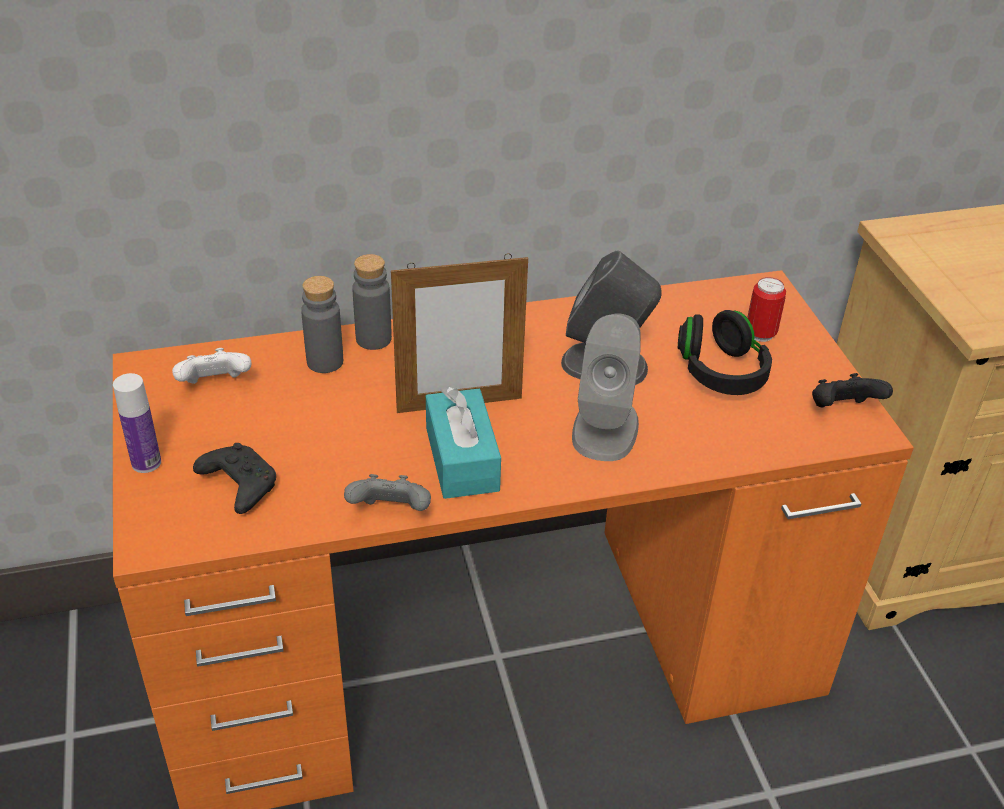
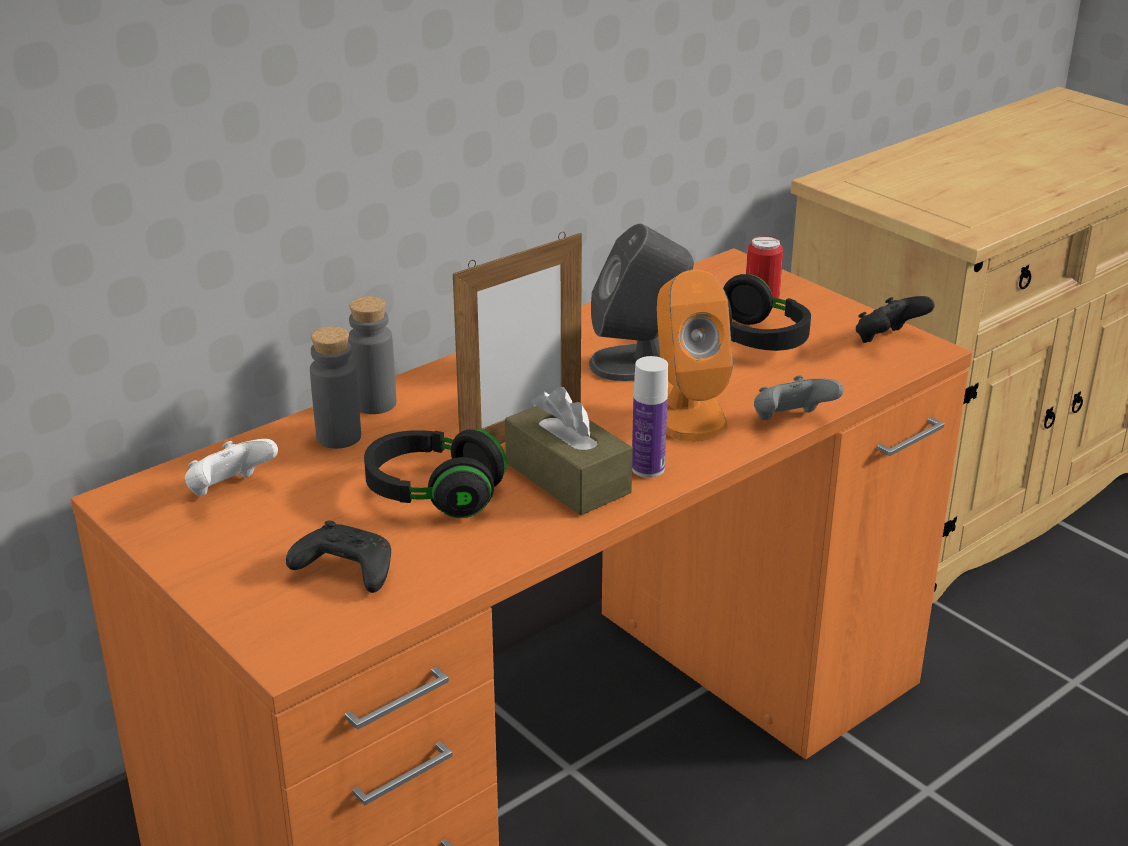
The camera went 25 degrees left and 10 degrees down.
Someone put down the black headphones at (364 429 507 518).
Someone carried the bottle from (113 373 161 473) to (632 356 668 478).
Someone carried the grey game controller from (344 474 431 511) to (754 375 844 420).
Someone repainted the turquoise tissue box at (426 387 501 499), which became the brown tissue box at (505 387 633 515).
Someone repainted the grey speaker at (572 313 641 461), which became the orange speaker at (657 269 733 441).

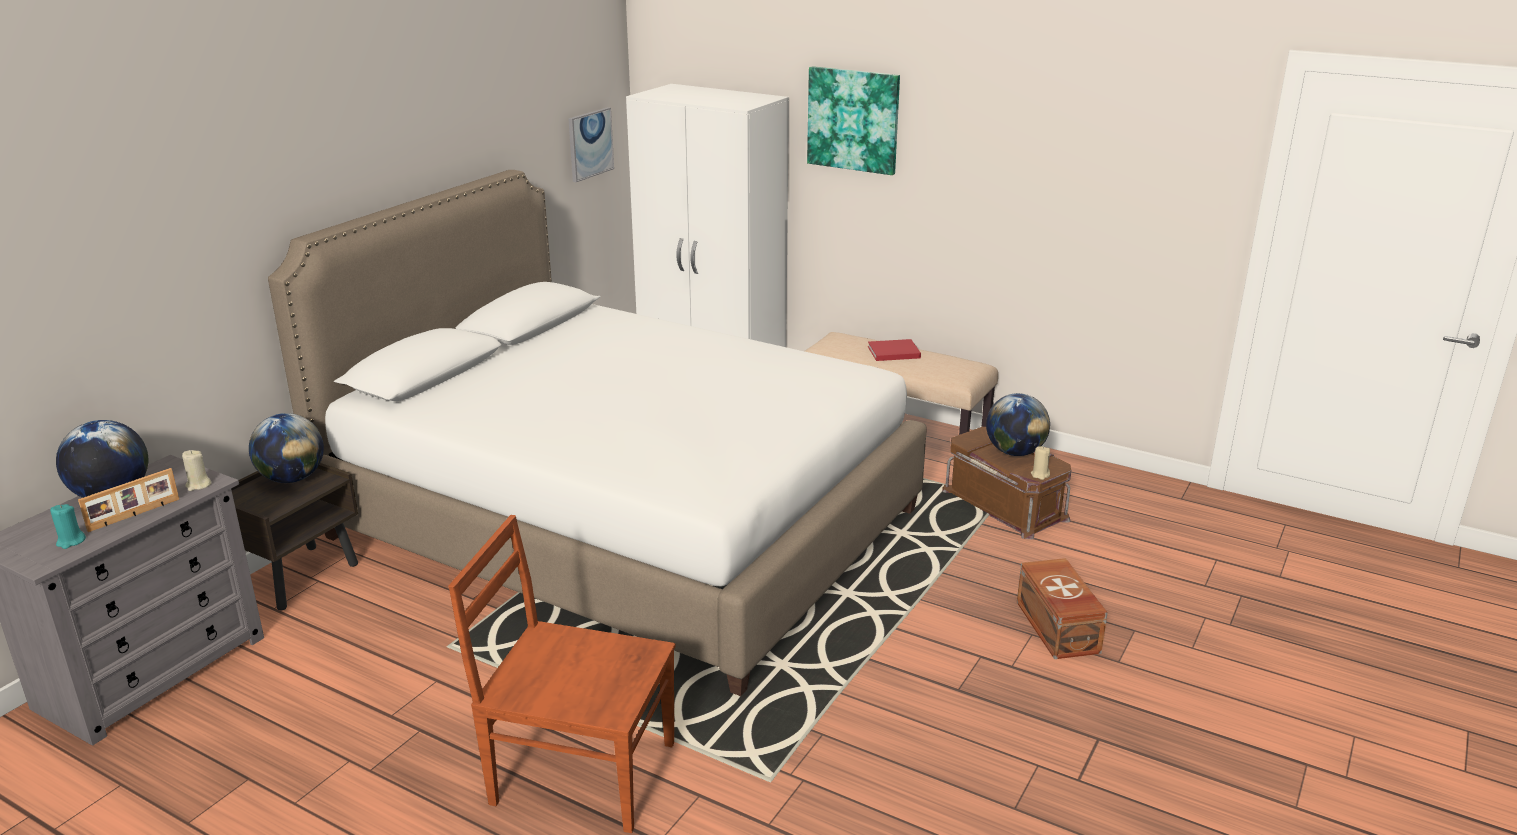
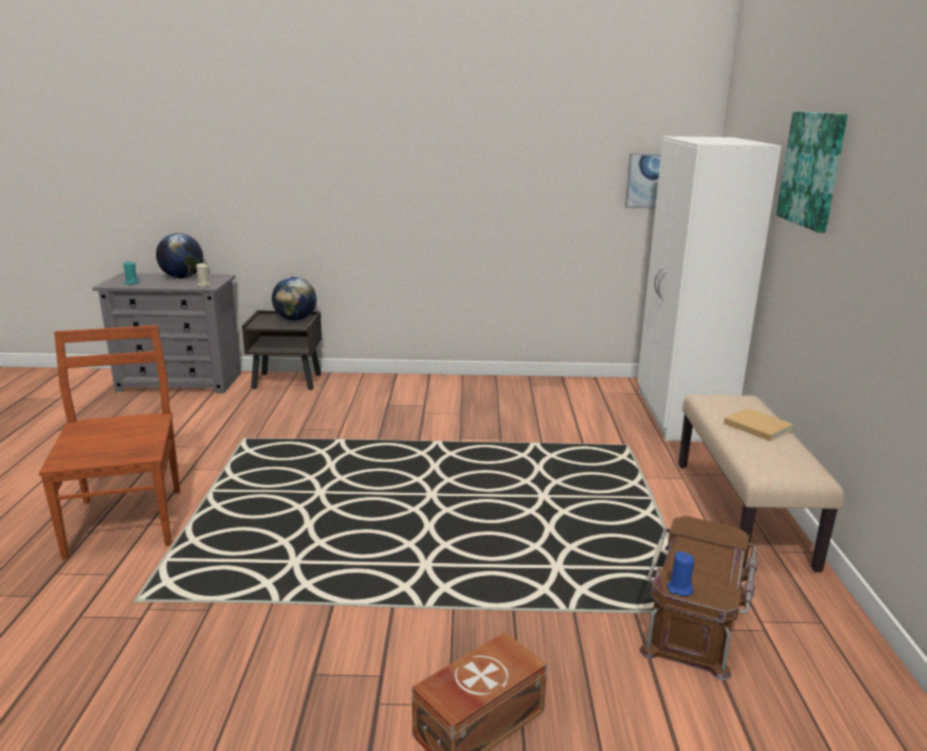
The camera went 60 degrees right and 5 degrees down.
Someone took away the picture frame at (78 468 179 532).
Someone took away the white bed at (268 170 927 696).
Someone took away the globe at (986 393 1050 456).
Someone repainted the red book at (868 339 921 361), which became the beige book at (724 408 794 441).
Someone repainted the beige candle at (1031 446 1050 480), which became the blue candle at (667 551 695 596).

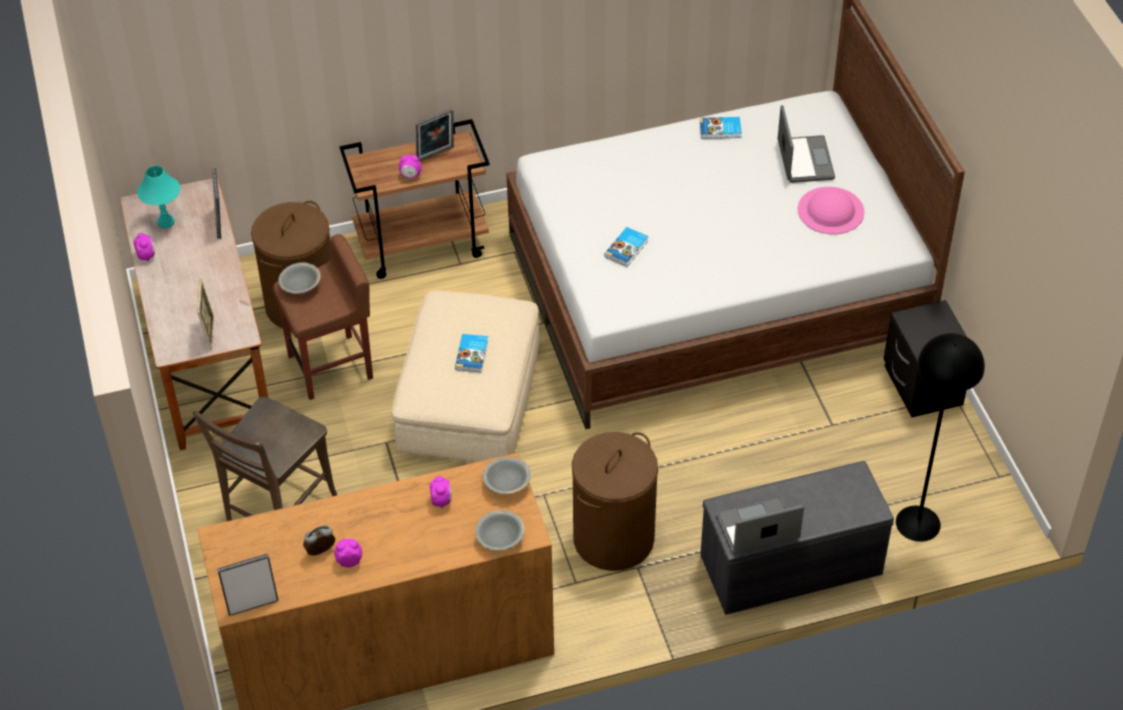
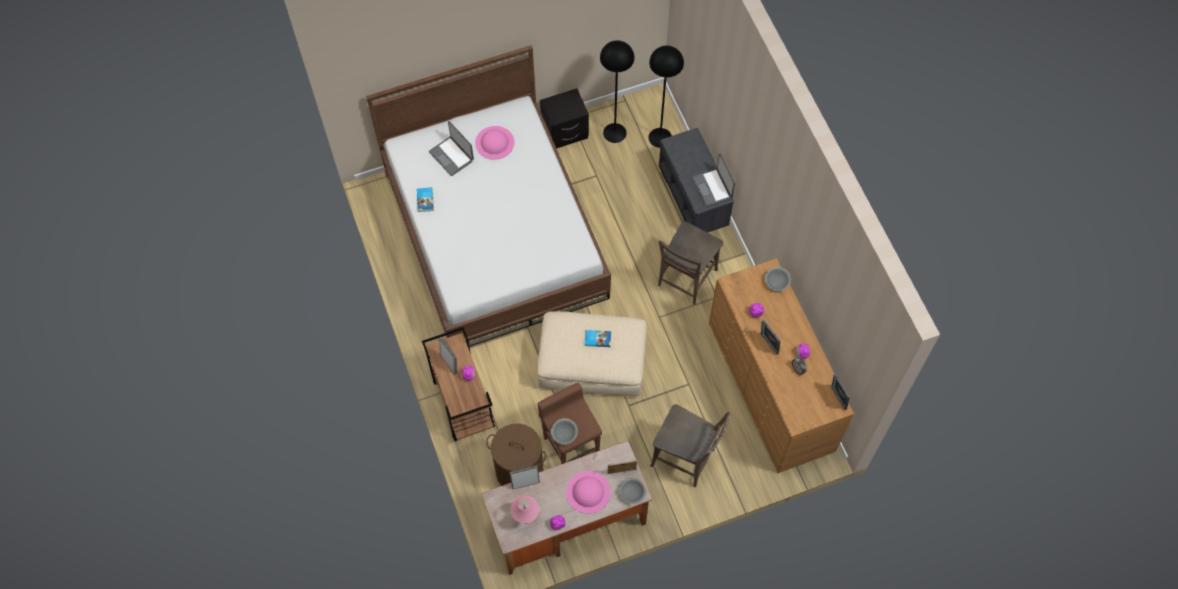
The camera went 95 degrees left and 15 degrees up.
Someone took away the book at (604 227 649 267).
Someone put down the pink hat at (566 471 611 514).
Someone put down the black floor lamp at (600 40 634 143).
Someone put down the picture frame at (761 320 781 354).
Someone carried the grey bowl from (483 457 531 494) to (618 477 646 504).
Someone swapped the brown laundry basket at (572 432 658 571) for the brown chair at (658 221 723 305).
Someone repainted the turquoise table lamp at (137 166 180 228), which became the pink table lamp at (510 496 539 524).
Someone rotated the laptop at (778 105 835 183) by 120 degrees counterclockwise.

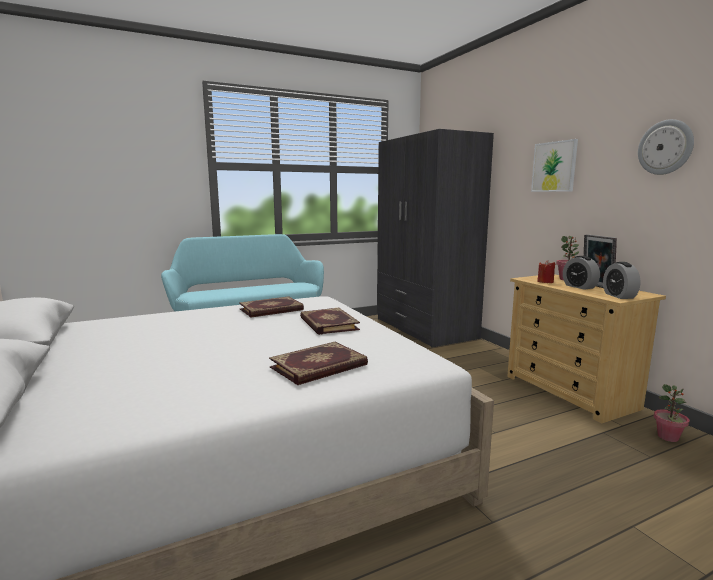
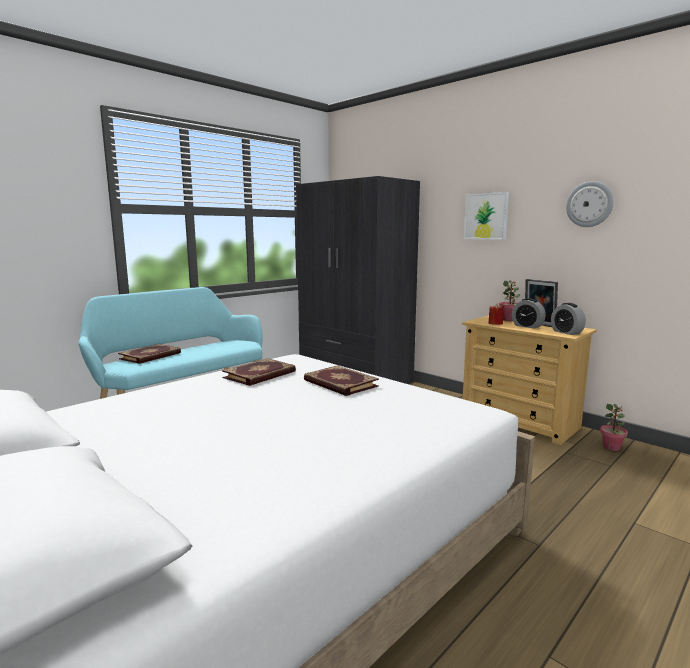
The camera went 20 degrees left and 0 degrees up.
Someone carried the book from (269 342 368 385) to (118 344 181 364).

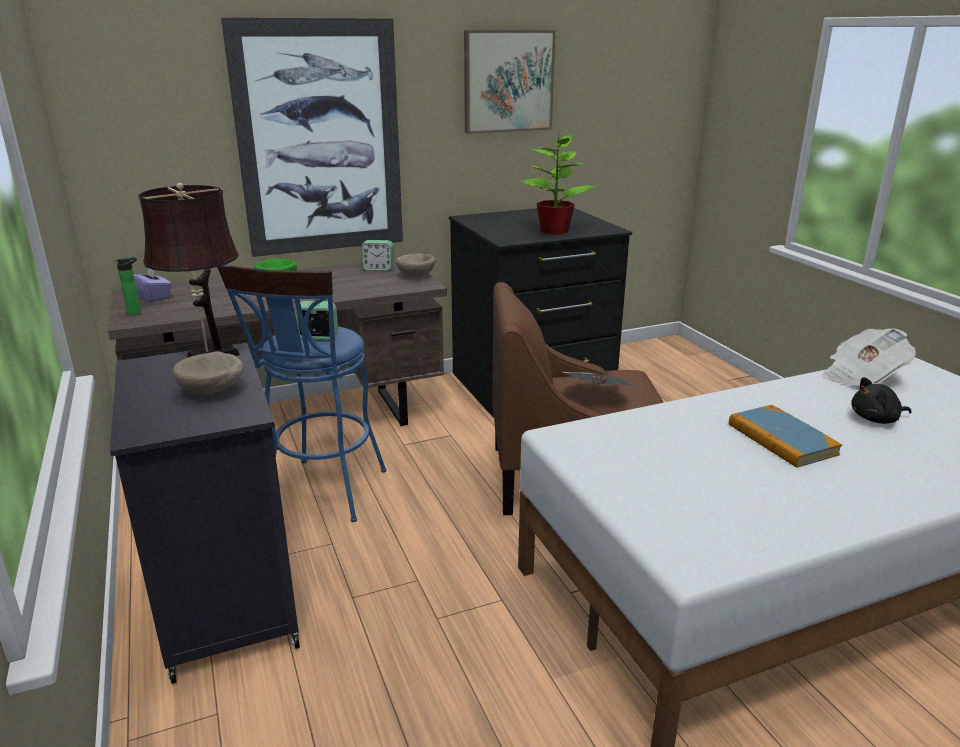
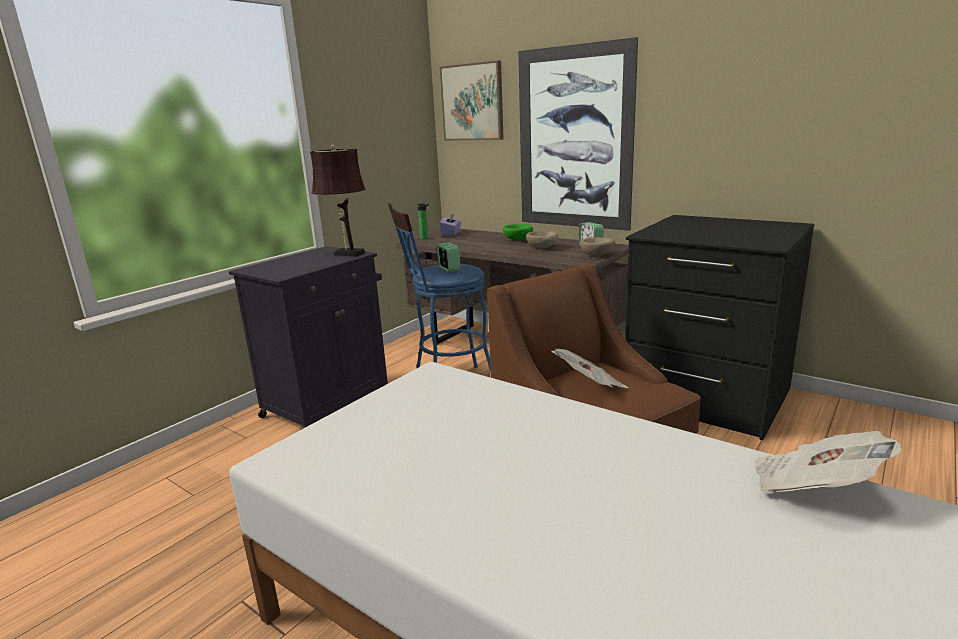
The camera went 60 degrees right and 5 degrees down.
Someone took away the potted plant at (520 132 597 235).
Someone took away the book at (729 405 842 468).
Someone took away the black plush toy at (851 377 912 424).
Someone carried the beige bowl from (173 351 243 394) to (526 231 558 249).
Someone carried the picture from (464 30 555 134) to (440 61 504 141).

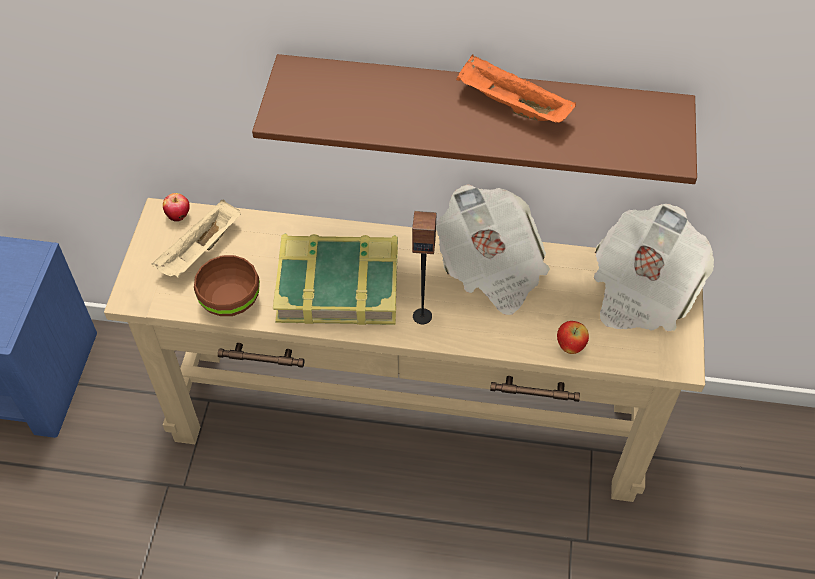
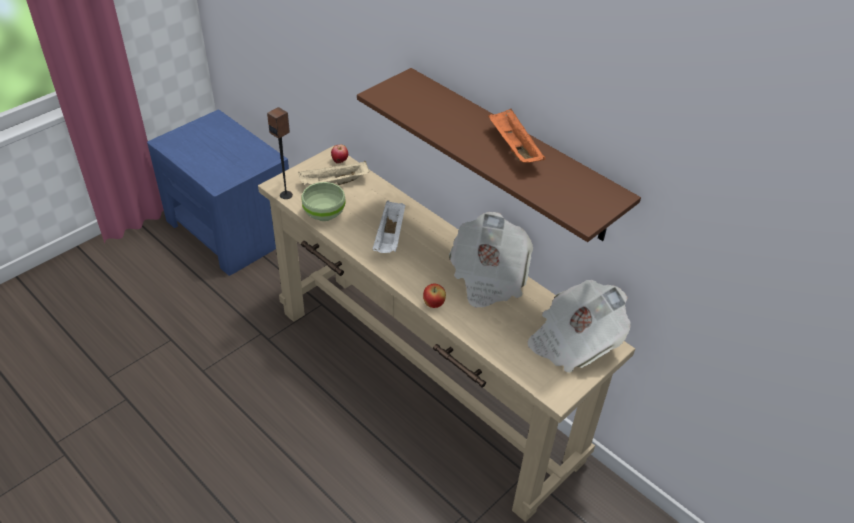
The camera went 35 degrees right and 10 degrees down.
Someone carried the speaker from (412 211 436 324) to (267 107 293 199).
Someone carried the apple from (557 321 589 354) to (423 284 446 308).
Someone swapped the book at (273 234 398 325) for the white tray at (372 200 405 253).
Someone repainted the brown bowl at (194 255 260 316), which became the green bowl at (301 182 346 221).

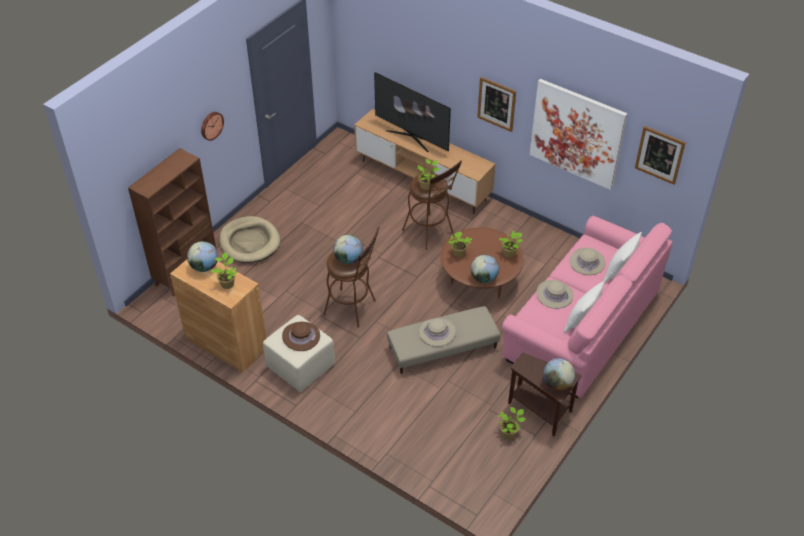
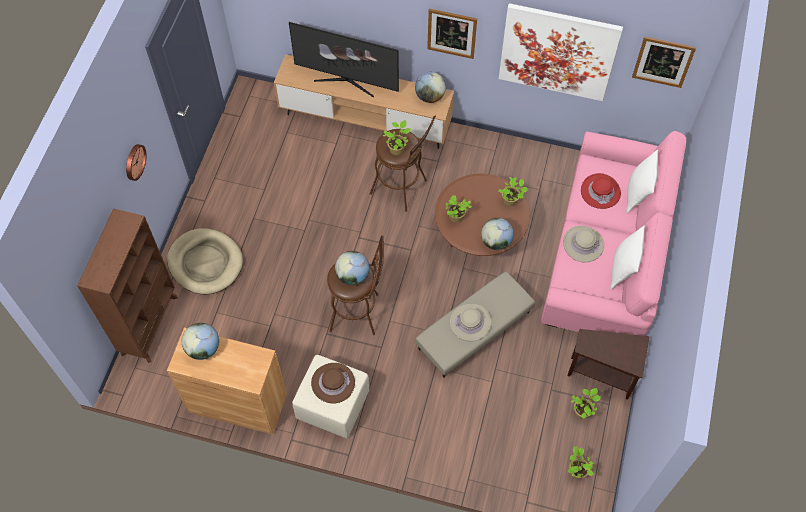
The camera went 20 degrees left and 15 degrees up.
Someone carried the potted plant from (211 252 237 289) to (568 446 594 479).
Someone carried the globe from (543 358 575 391) to (415 72 446 103).
Someone repainted the beige hat at (570 248 606 275), which became the red hat at (581 173 621 209).

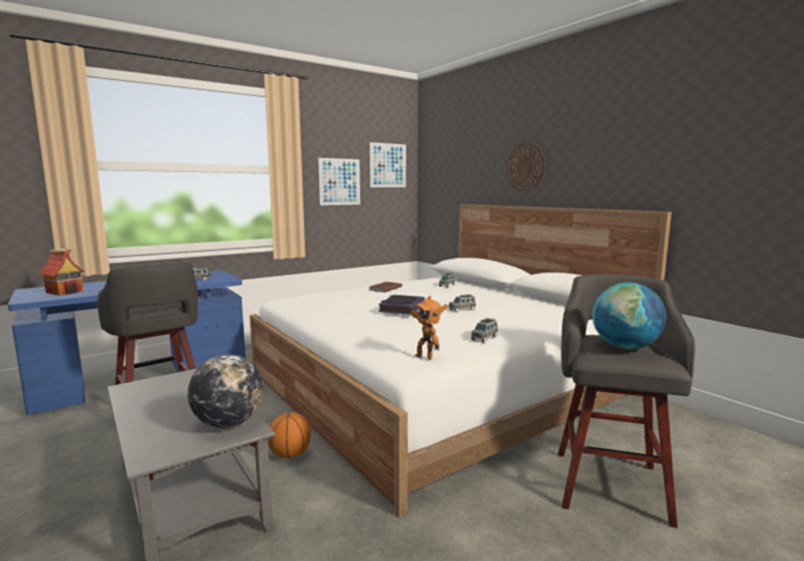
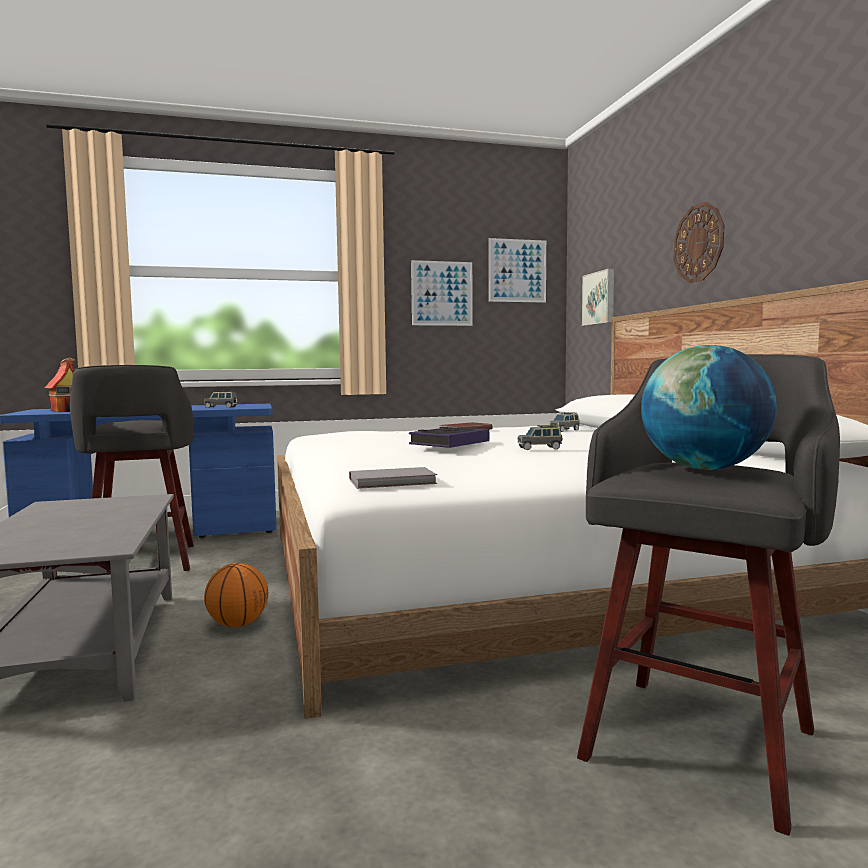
The camera went 20 degrees right and 5 degrees down.
Someone took away the globe at (188 355 263 428).
Someone took away the grey toy car at (471 318 498 343).
Someone put up the picture at (582 269 614 326).
Someone swapped the toy robot at (409 295 448 359) for the grey book at (349 467 437 489).

